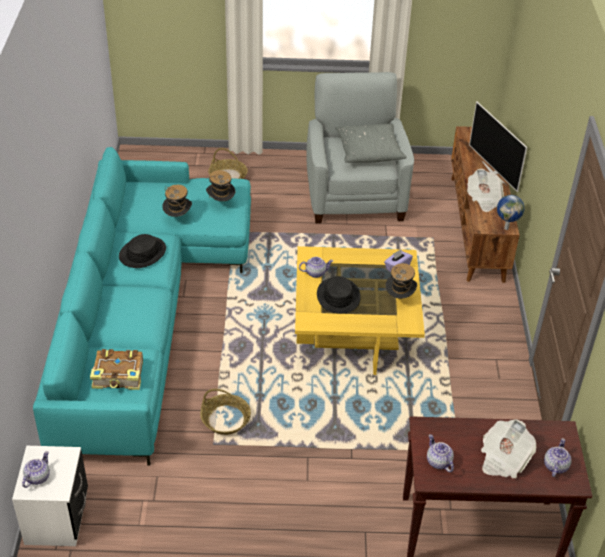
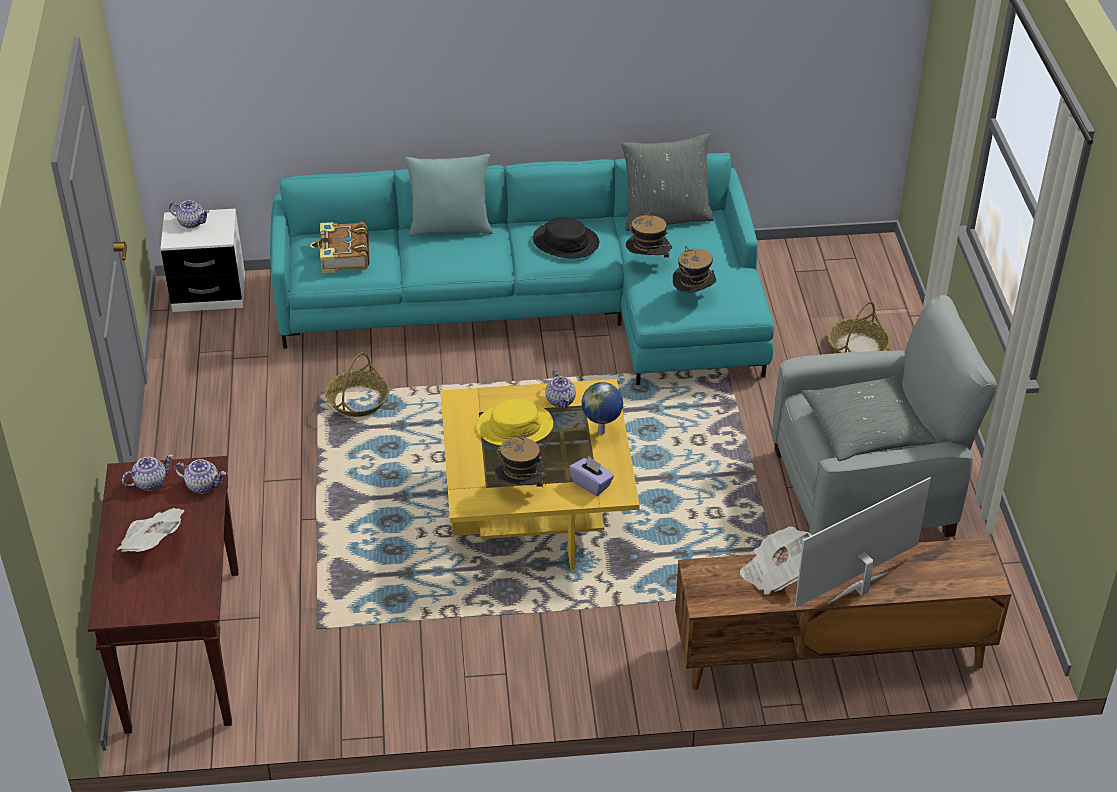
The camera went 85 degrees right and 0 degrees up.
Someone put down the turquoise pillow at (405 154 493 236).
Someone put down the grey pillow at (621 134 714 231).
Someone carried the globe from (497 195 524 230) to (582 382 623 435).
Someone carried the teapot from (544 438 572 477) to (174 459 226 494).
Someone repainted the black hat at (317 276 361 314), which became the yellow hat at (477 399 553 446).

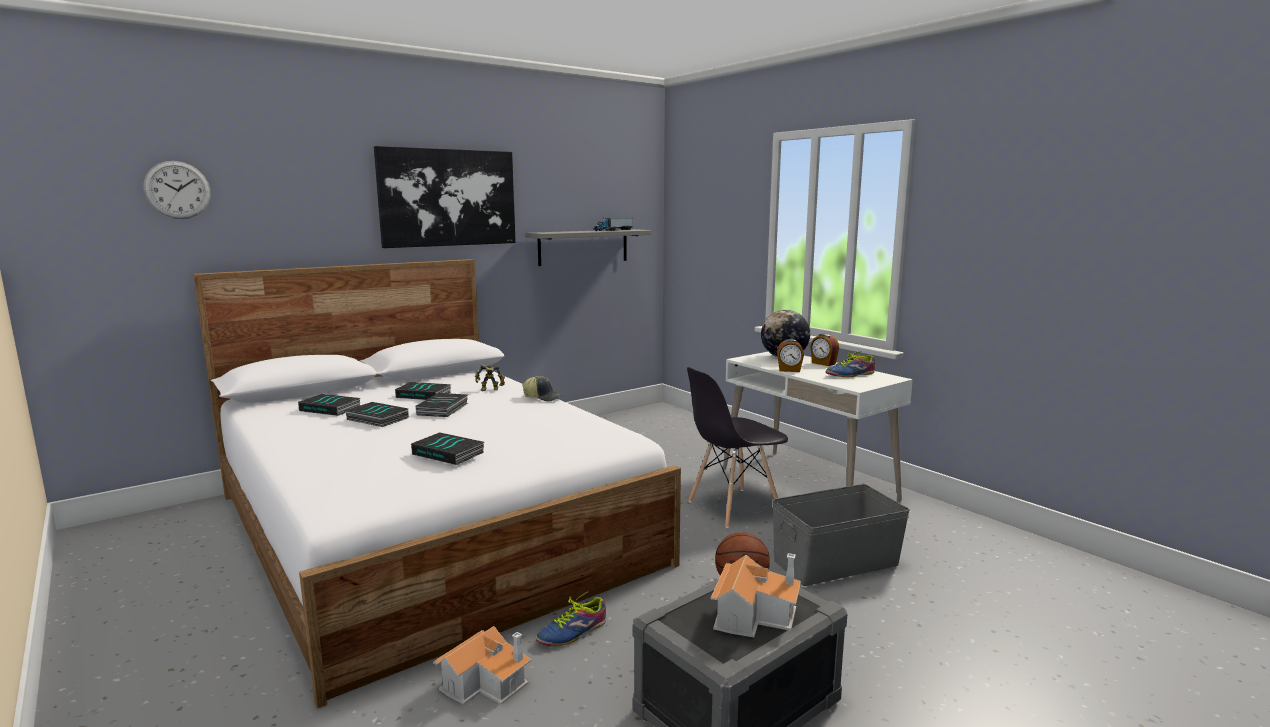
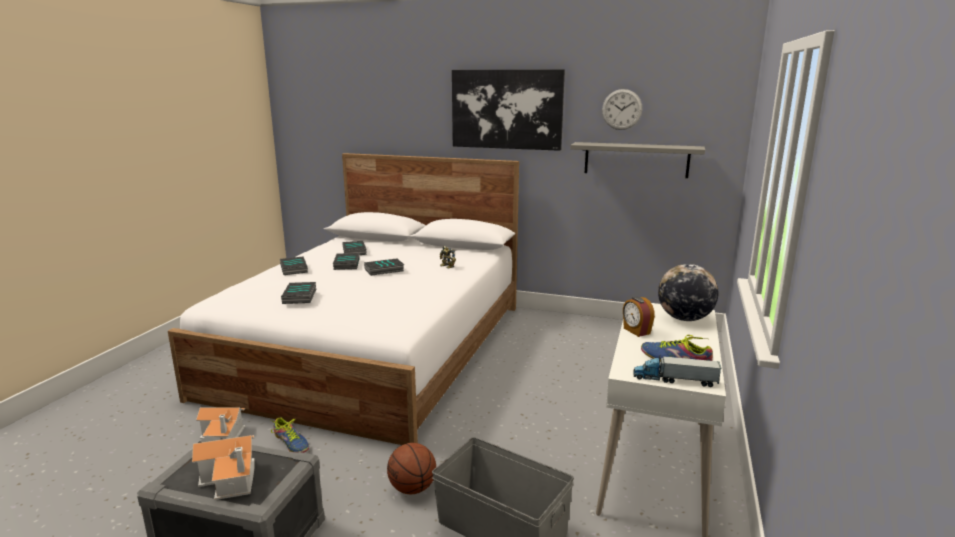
The camera went 55 degrees right and 5 degrees up.
Someone took away the cap at (523 376 563 402).
Someone took away the grey chair at (687 367 788 528).
Someone took away the alarm clock at (810 334 839 366).
Someone carried the wall clock from (144 161 211 219) to (602 89 642 130).
Someone carried the book from (395 382 451 400) to (280 256 308 275).
Someone carried the toy truck from (593 217 633 231) to (633 354 722 387).
Someone rotated the shoe at (536 590 606 646) by 150 degrees counterclockwise.

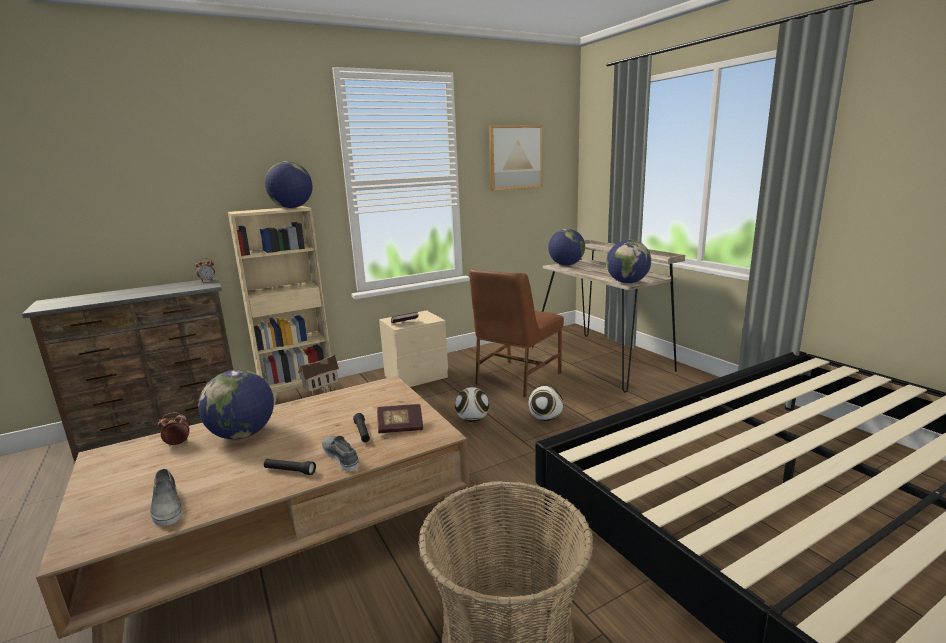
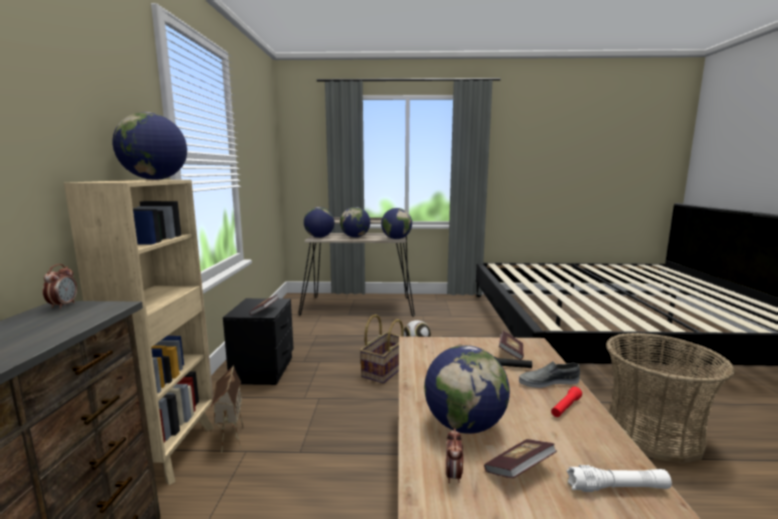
The camera went 60 degrees left and 5 degrees down.
Someone took away the brown chair at (469 269 564 397).
Someone took away the picture at (489 125 543 190).
Someone put down the globe at (340 207 370 238).
Someone put down the book at (484 439 557 478).
Someone swapped the grey shoe at (150 469 183 526) for the white flashlight at (566 465 672 492).
Someone swapped the football at (455 387 489 422) for the basket at (360 314 404 384).
Someone repainted the black flashlight at (264 459 316 475), which became the red flashlight at (551 387 582 417).
Someone repainted the beige nightstand at (379 310 448 387), which became the black nightstand at (223 298 294 385).

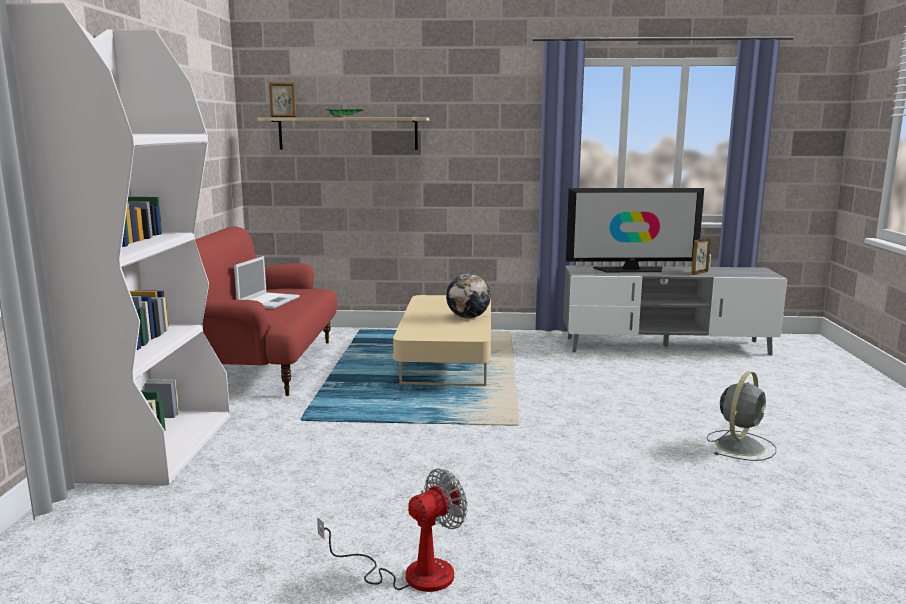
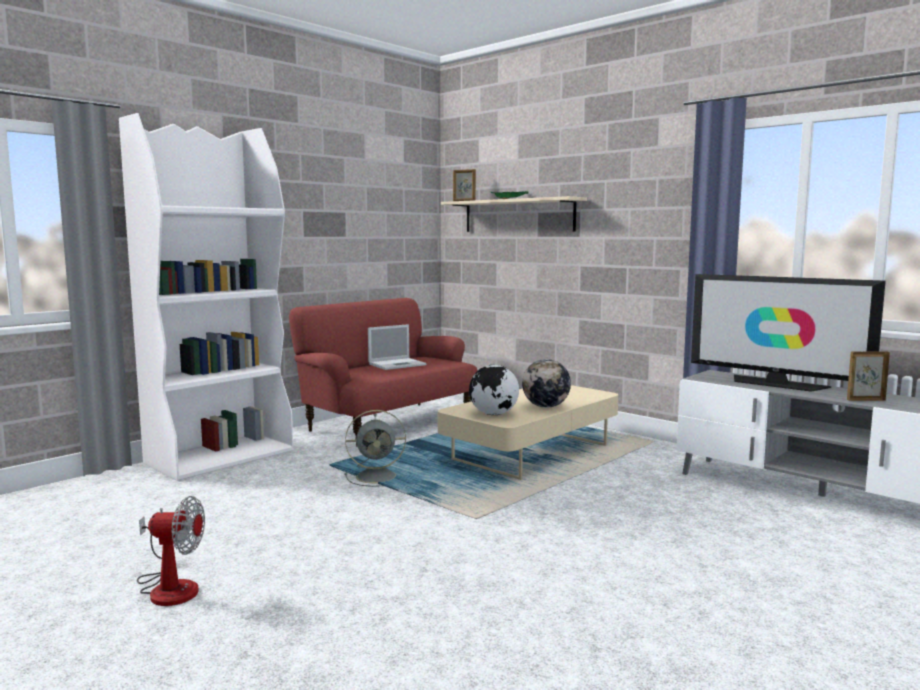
The camera went 40 degrees right and 5 degrees down.
Someone put down the globe at (469 365 519 415).
Someone carried the grey fan from (707 371 776 461) to (345 410 406 487).

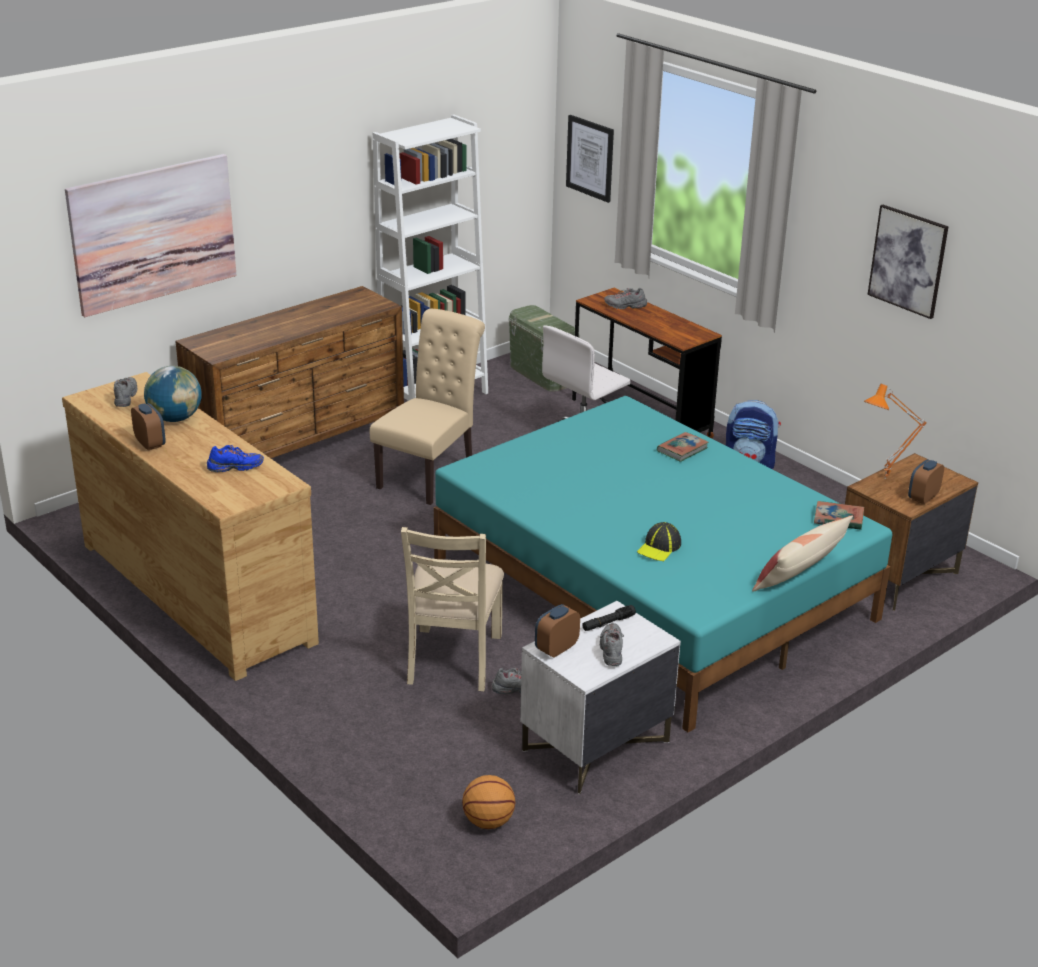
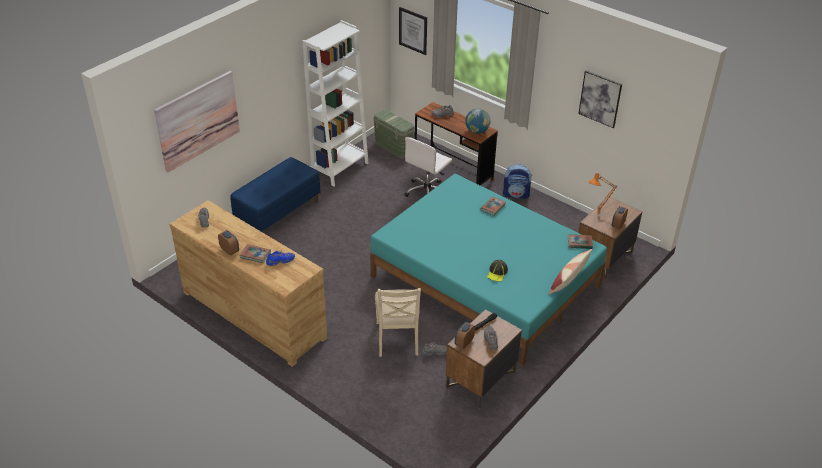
The camera went 10 degrees left and 10 degrees up.
Someone took away the beige chair at (370 309 485 505).
Someone took away the basketball at (462 775 515 829).
Someone put down the book at (240 244 271 263).
Someone carried the globe from (144 366 201 422) to (465 109 490 134).
Someone swapped the brown dresser at (175 286 404 458) for the blue bench at (230 157 320 232).
Someone repainted the white nightstand at (520 601 681 794), which became the brown nightstand at (446 309 522 408).

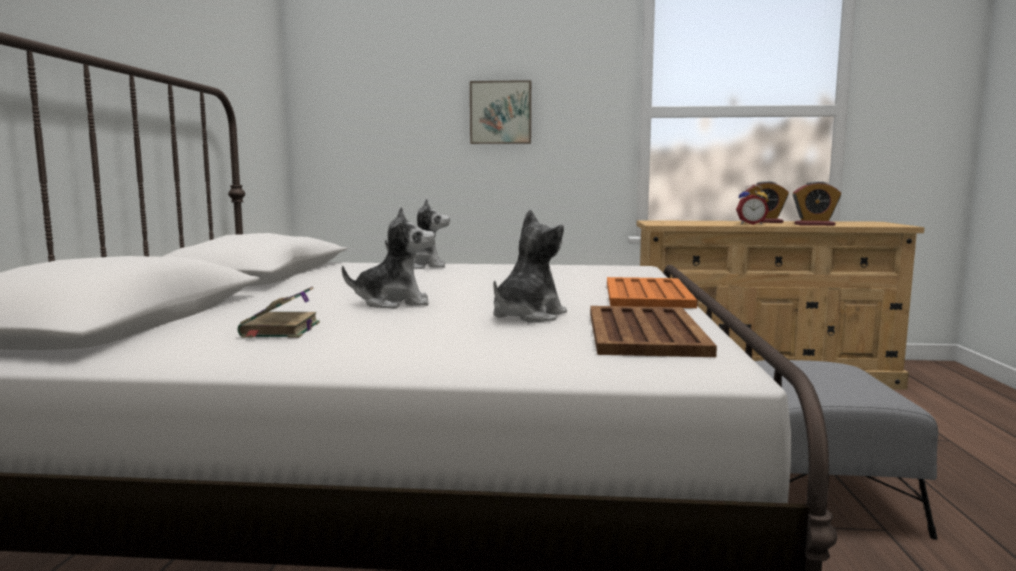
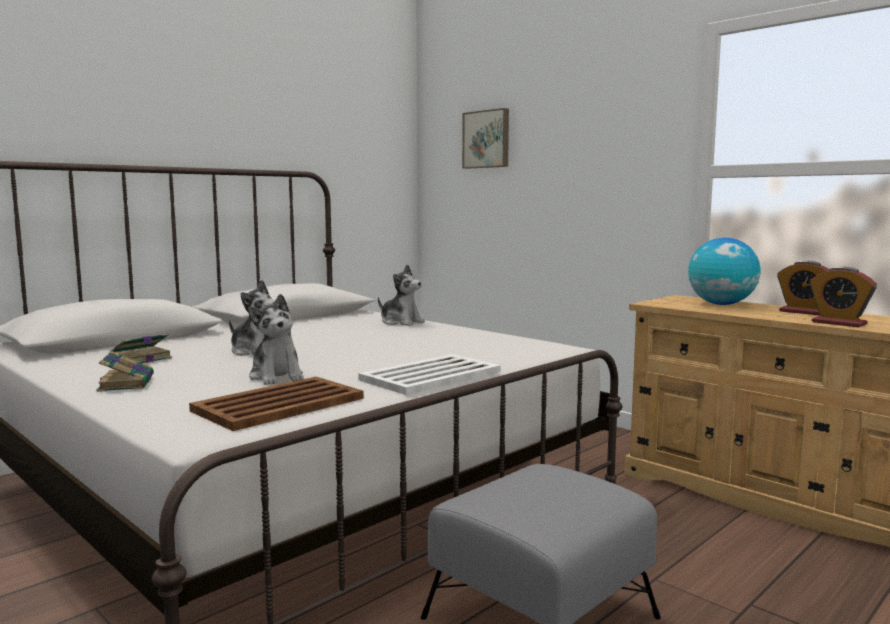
The camera went 40 degrees right and 0 degrees up.
Someone took away the alarm clock at (736 184 769 225).
Someone put down the book at (96 351 154 392).
Someone put down the globe at (688 238 760 305).
Someone carried the picture from (470 80 531 144) to (462 108 509 169).
Someone repainted the orange tray at (607 277 697 308), which became the white tray at (358 354 501 395).
Someone rotated the plush toy at (493 209 567 322) by 75 degrees clockwise.

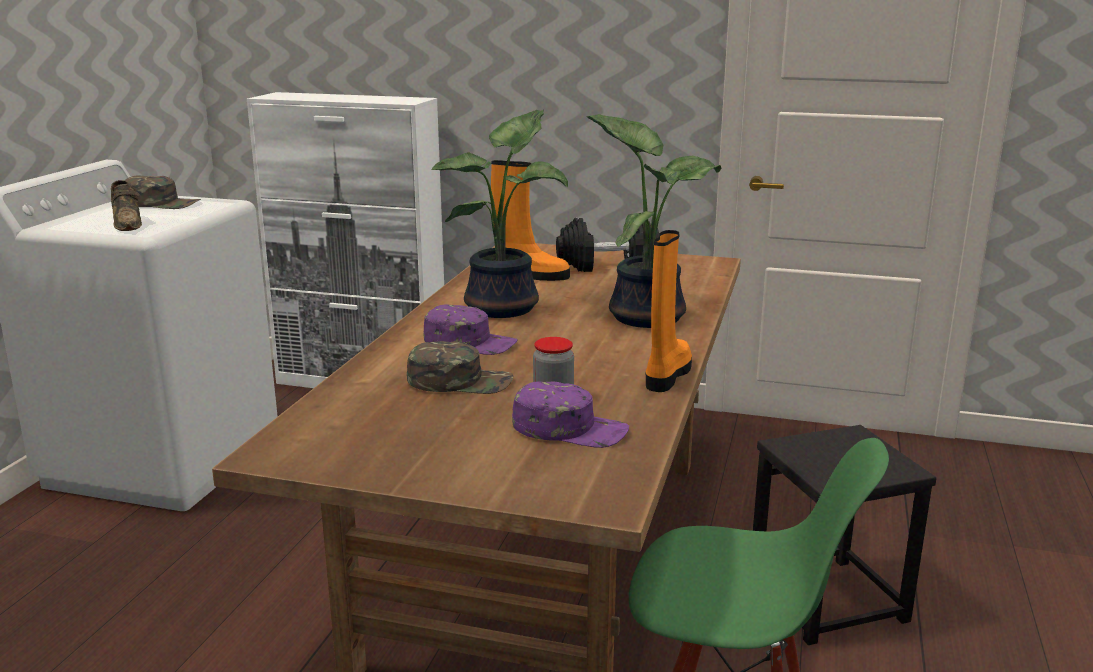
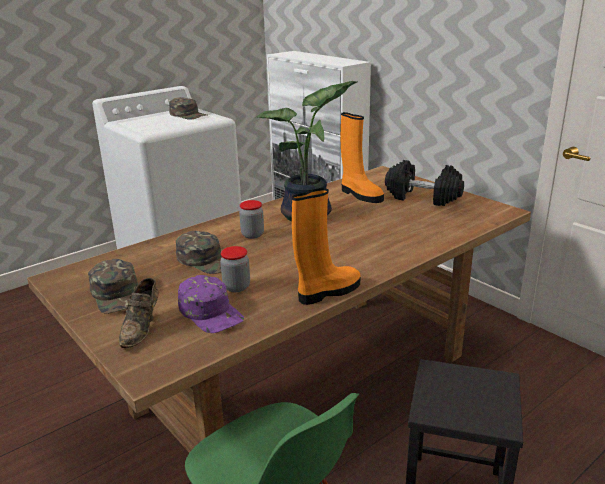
The camera went 35 degrees right and 5 degrees up.
Someone took away the potted plant at (586 114 722 328).
Someone put down the green cap at (88 259 138 314).
Someone carried the brown shoe from (111 180 142 231) to (119 278 159 348).
Someone swapped the purple cap at (423 305 518 355) for the jar at (239 200 264 239).

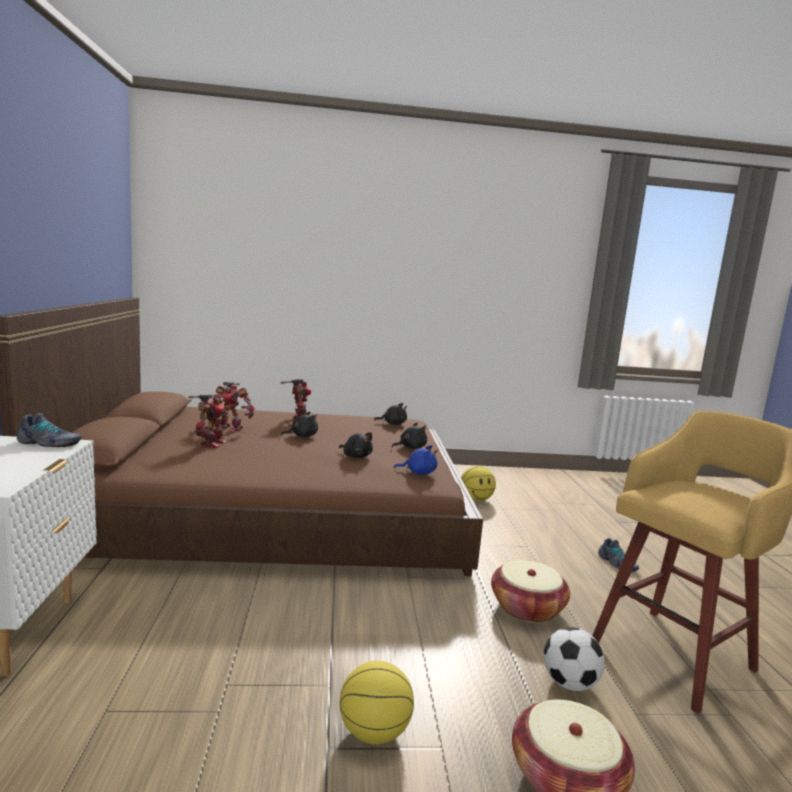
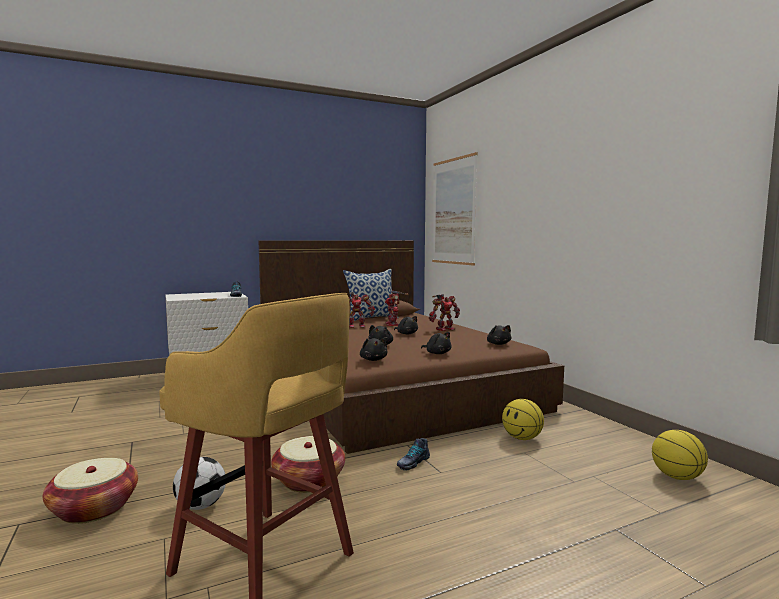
The camera went 70 degrees right and 5 degrees down.
Someone put down the pillow at (343 269 399 321).
Someone put up the picture at (432 152 478 265).
Someone carried the basketball from (340 661 414 745) to (652 430 708 480).
Someone carried the shoe from (598 538 639 572) to (397 438 430 470).
Someone repainted the blue plush toy at (394 445 438 474), which became the black plush toy at (360 338 387 361).

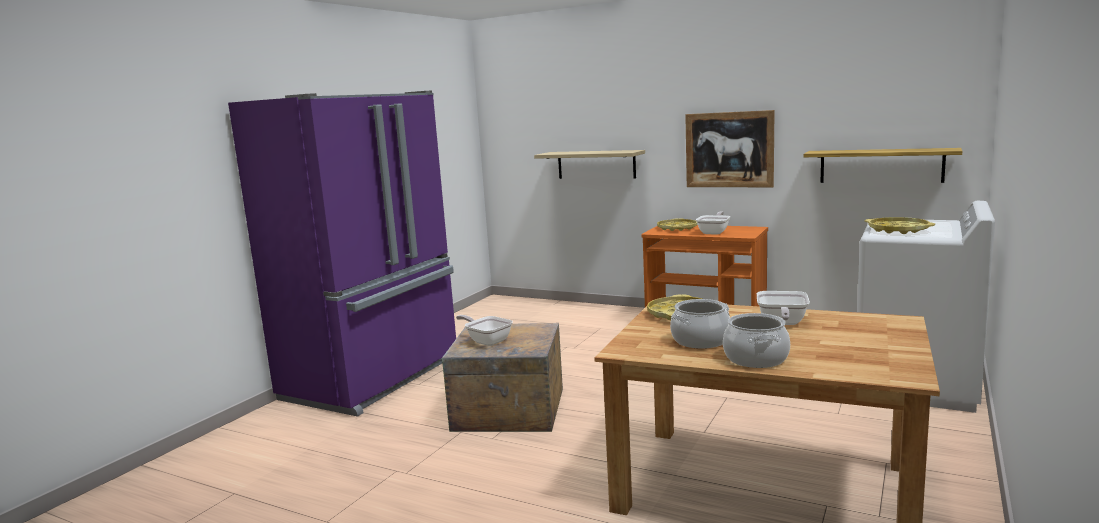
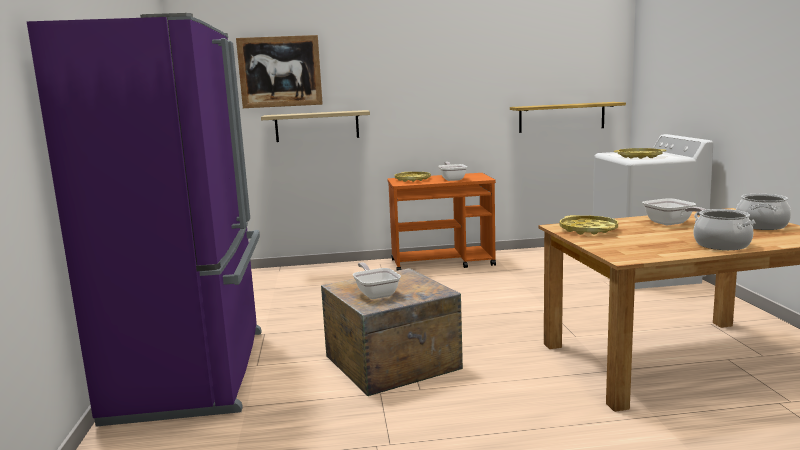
The camera went 35 degrees left and 0 degrees up.
Someone carried the cooking pot from (670 299 730 349) to (736 194 791 230).
Someone carried the picture from (685 110 775 187) to (236 35 323 108).
Someone rotated the frying pan at (456 315 513 346) by 60 degrees clockwise.

